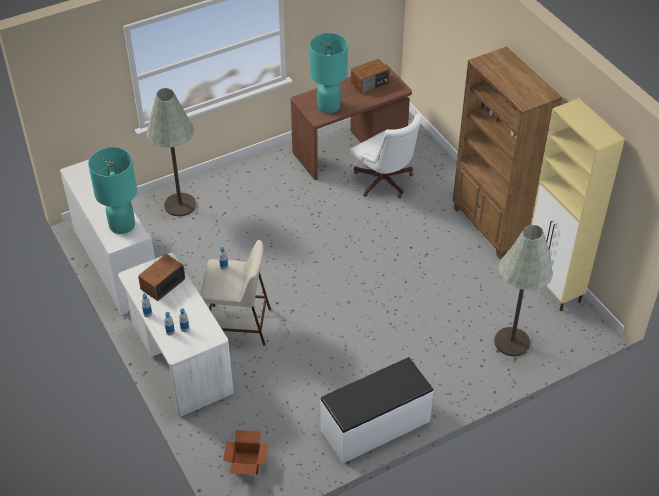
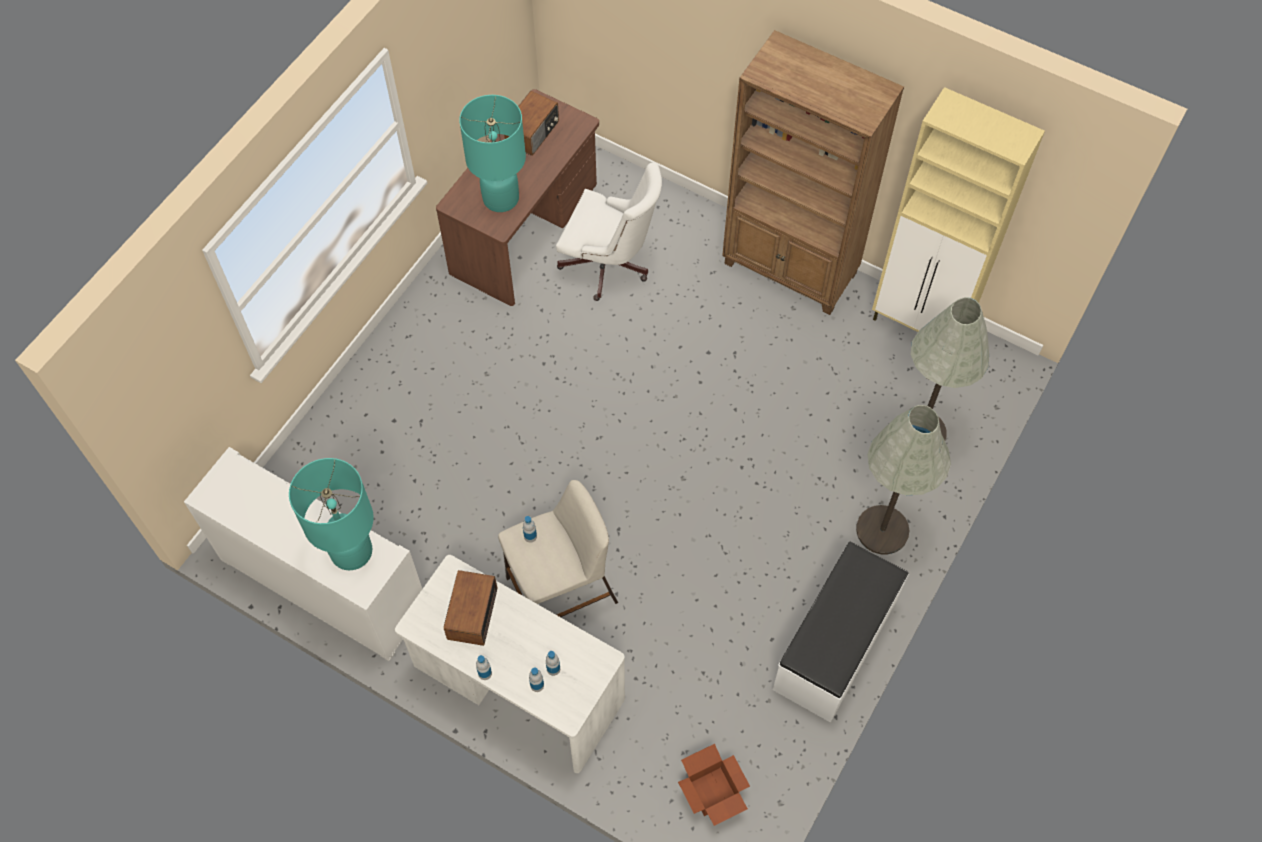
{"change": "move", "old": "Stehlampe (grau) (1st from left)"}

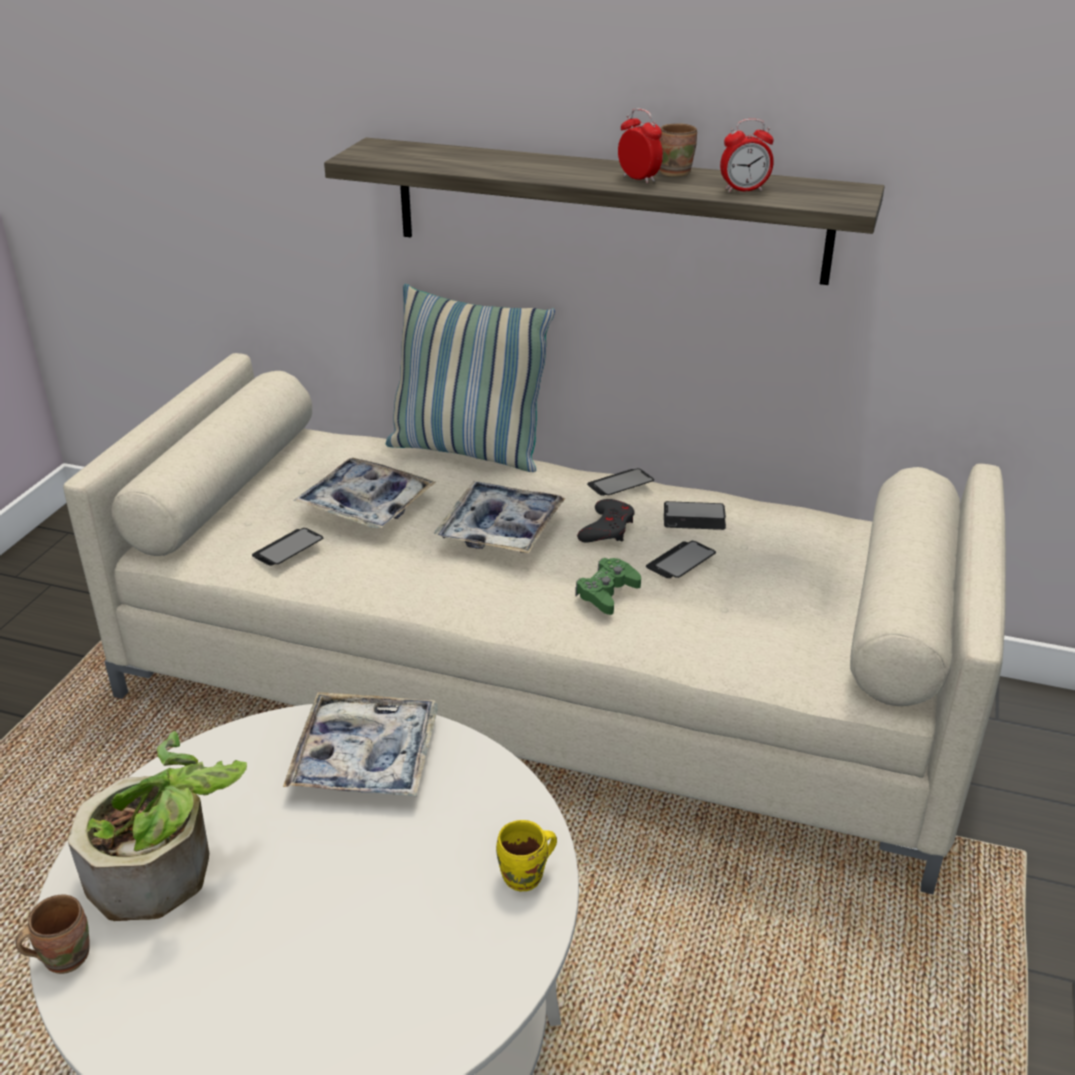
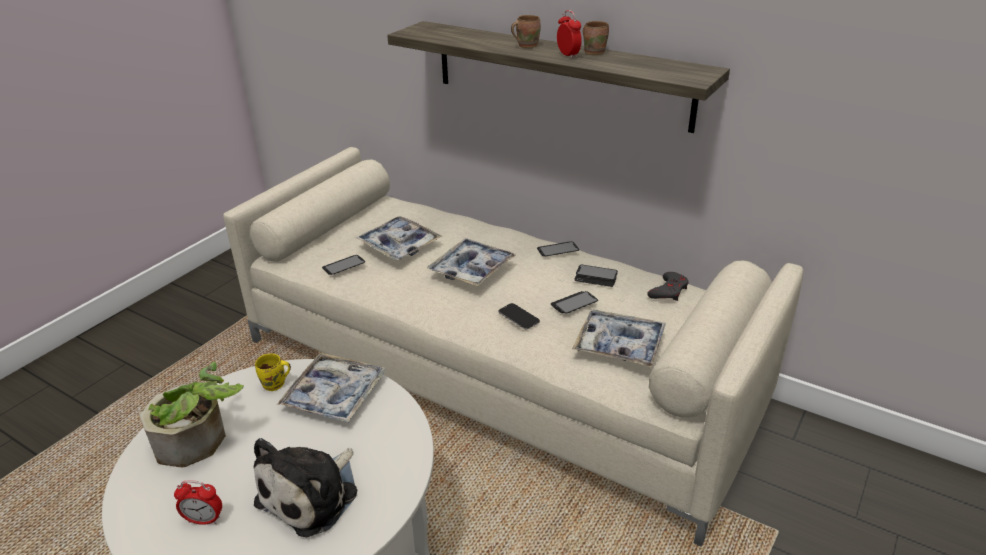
{"change": "move", "old": "Henkelbecher (braun) (1st from left)"}
{"change": "delete", "old": "Kissen"}
{"change": "move", "old": "Henkelbecher (gelb)"}
{"change": "replace", "old": "Gamepad (grün)", "new": "Handy (2nd from left)"}
{"change": "move", "old": "Gamepad (grau)"}
{"change": "move", "old": "Wecker (2nd from left in the first image)", "new": "Wecker (1st from left)"}
{"change": "insert", "new": "Plüschtier"}
{"change": "insert", "new": "Tablett (4th from left)"}

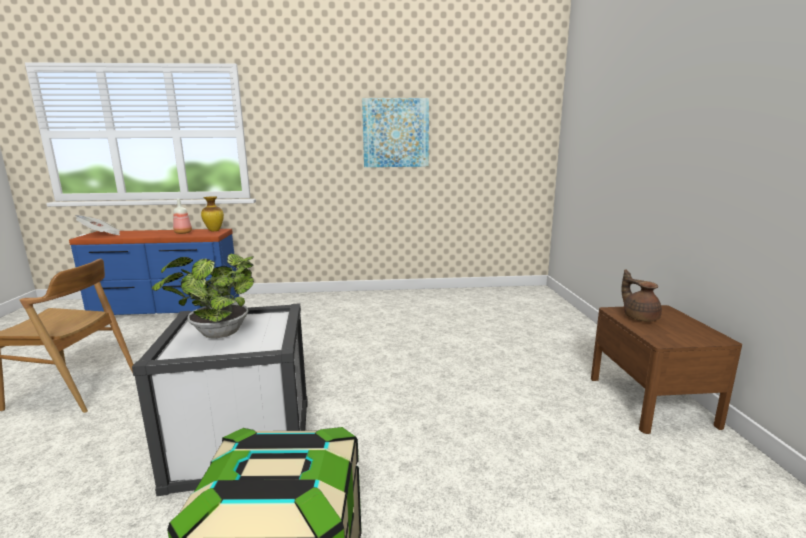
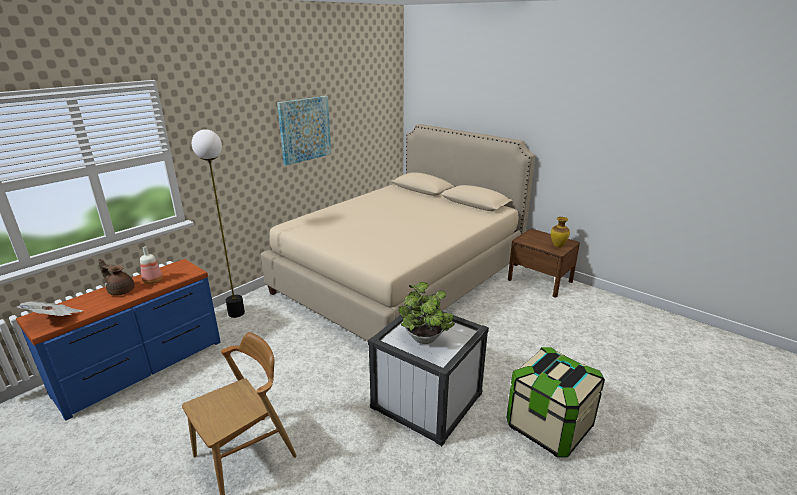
{"change": "move", "old": "Vase"}
{"change": "move", "old": "Teekanne (braun)"}
{"change": "insert", "new": "Stehlampe"}
{"change": "insert", "new": "Bett (beige)"}

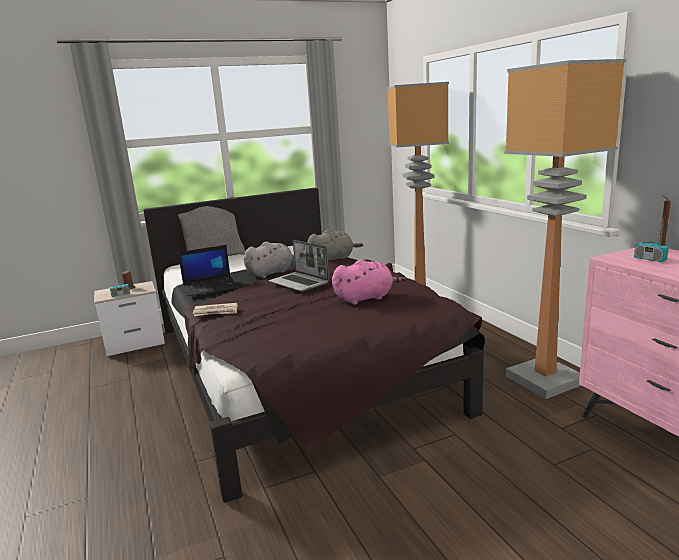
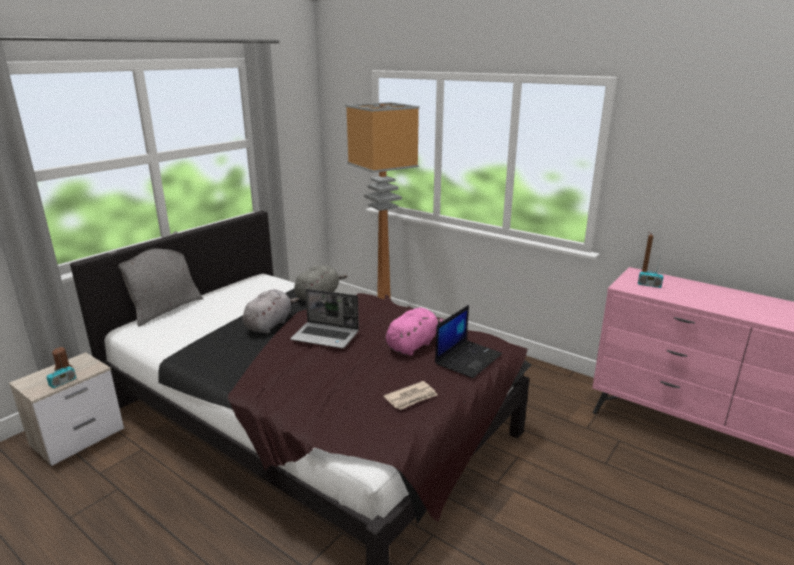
{"change": "move", "old": "Laptop (1st from left in the first image)", "new": "Laptop (2nd from left)"}
{"change": "move", "old": "Zeitung"}
{"change": "delete", "old": "Stehlampe (2nd from left)"}

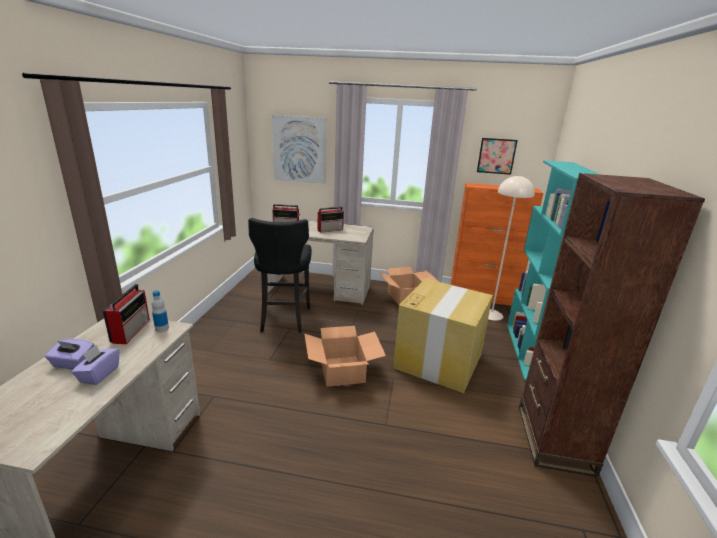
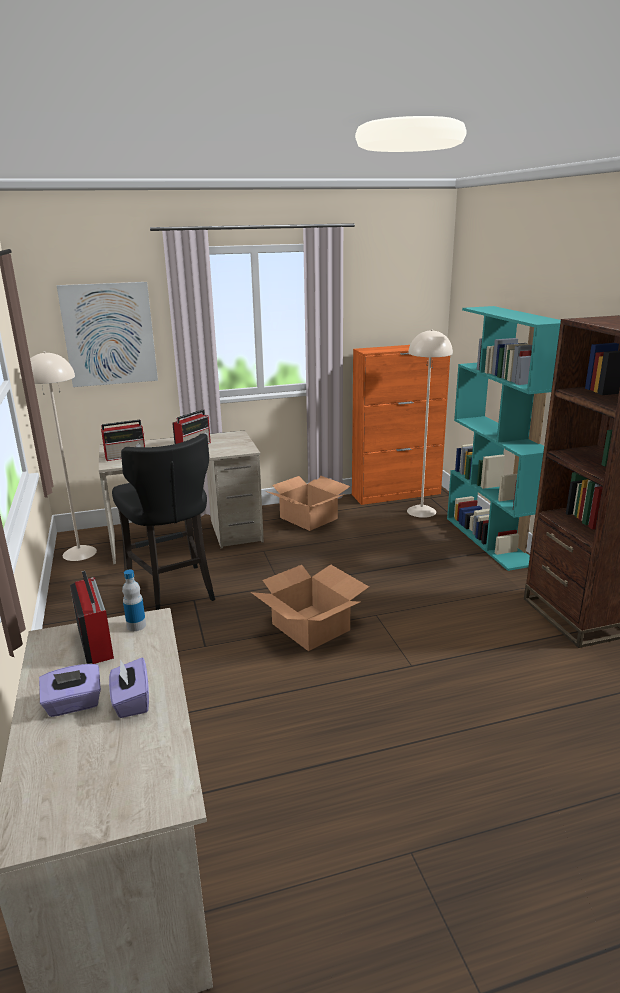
{"change": "delete", "old": "Karton (3rd from left)"}
{"change": "delete", "old": "Bild (2nd from left)"}
{"change": "insert", "new": "Stehlampe (beige) (1st from left)"}

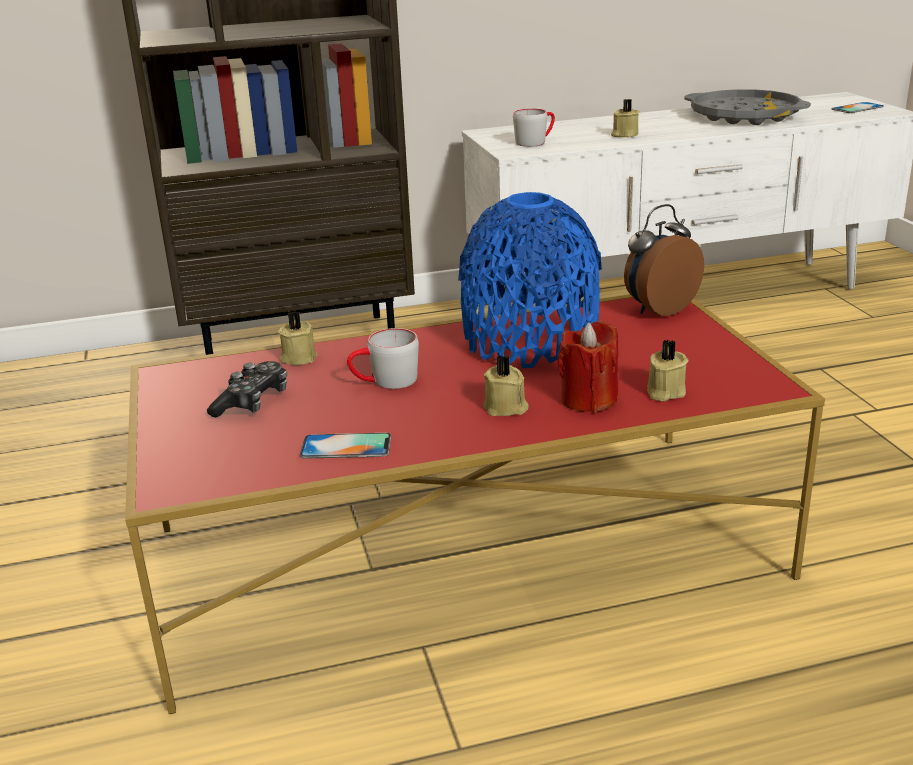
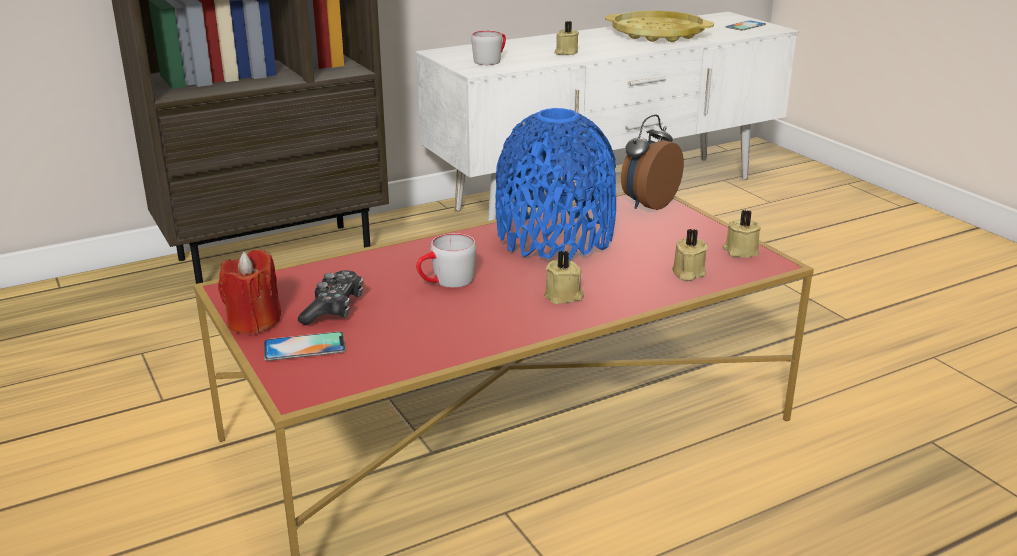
{"change": "move", "old": "Kerze (beige) (1st from left in the first image)", "new": "Kerze (beige) (4th from left)"}
{"change": "move", "old": "Handy (1st from left)"}
{"change": "move", "old": "Kerze (rot)"}
{"change": "recolor", "old": "Tablett (grau)", "new": "Tablett (gelb)"}

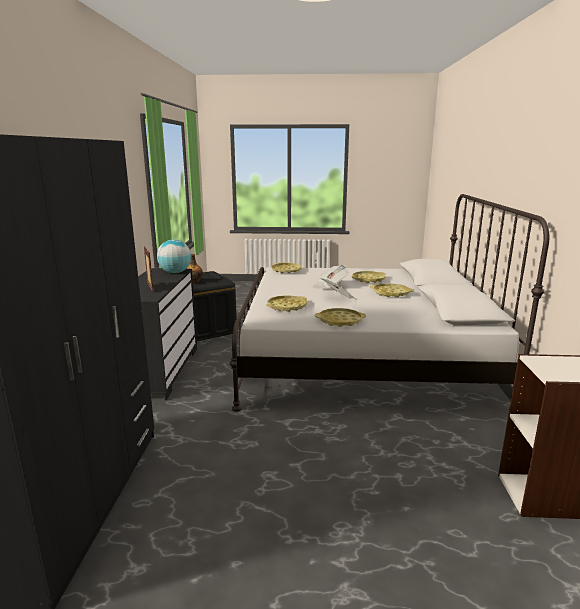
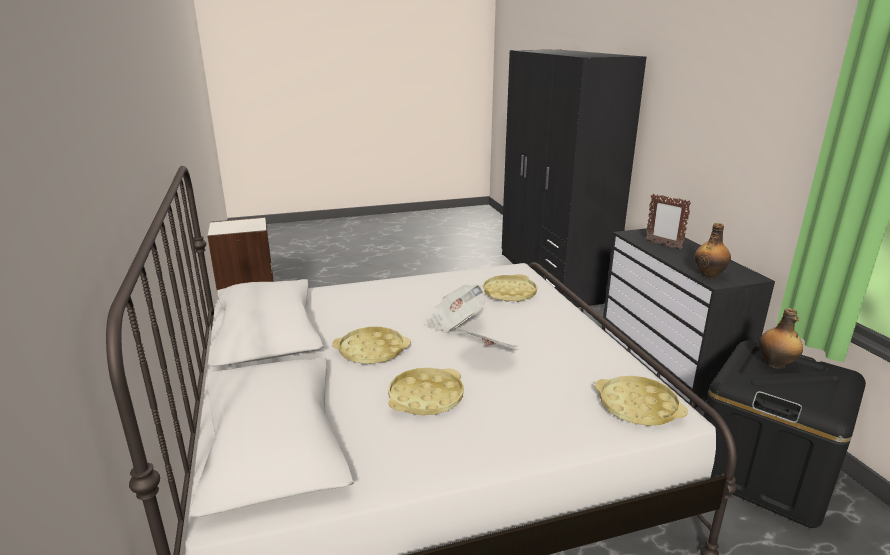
{"change": "replace", "old": "Globus", "new": "Flasche (1st from left)"}
{"change": "delete", "old": "Tablett (gelb) (3rd from left)"}

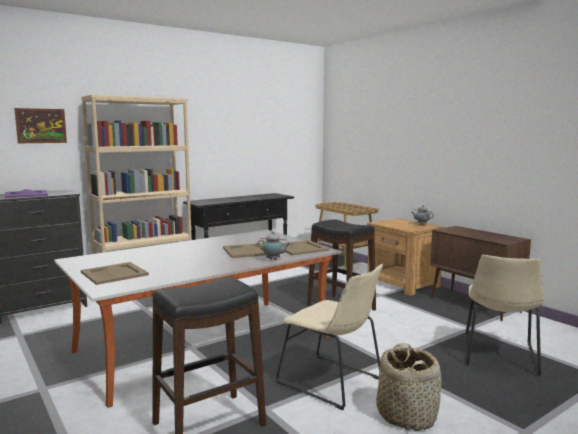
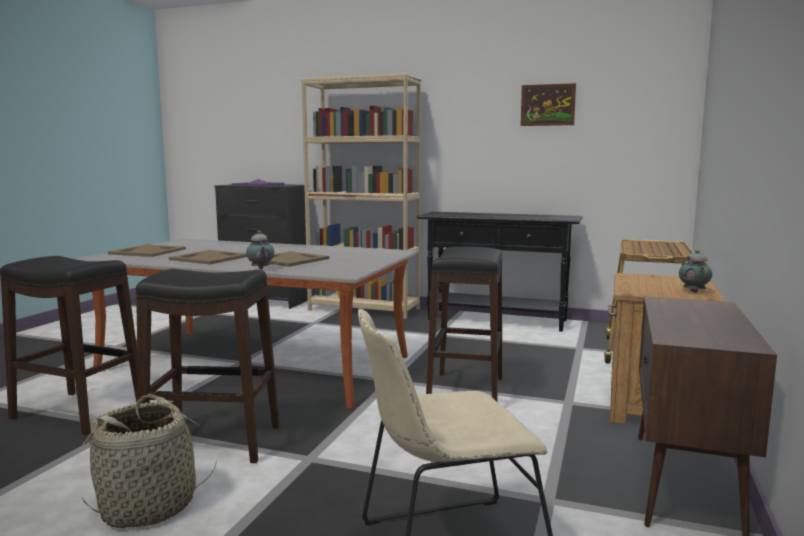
{"change": "move", "old": "Bild"}
{"change": "replace", "old": "Stuhl (beige) (1st from left)", "new": "Hocker (schwarz) (2nd from left)"}
{"change": "move", "old": "Tablett (beige) (3rd from left in the first image)", "new": "Tablett (beige) (2nd from left)"}

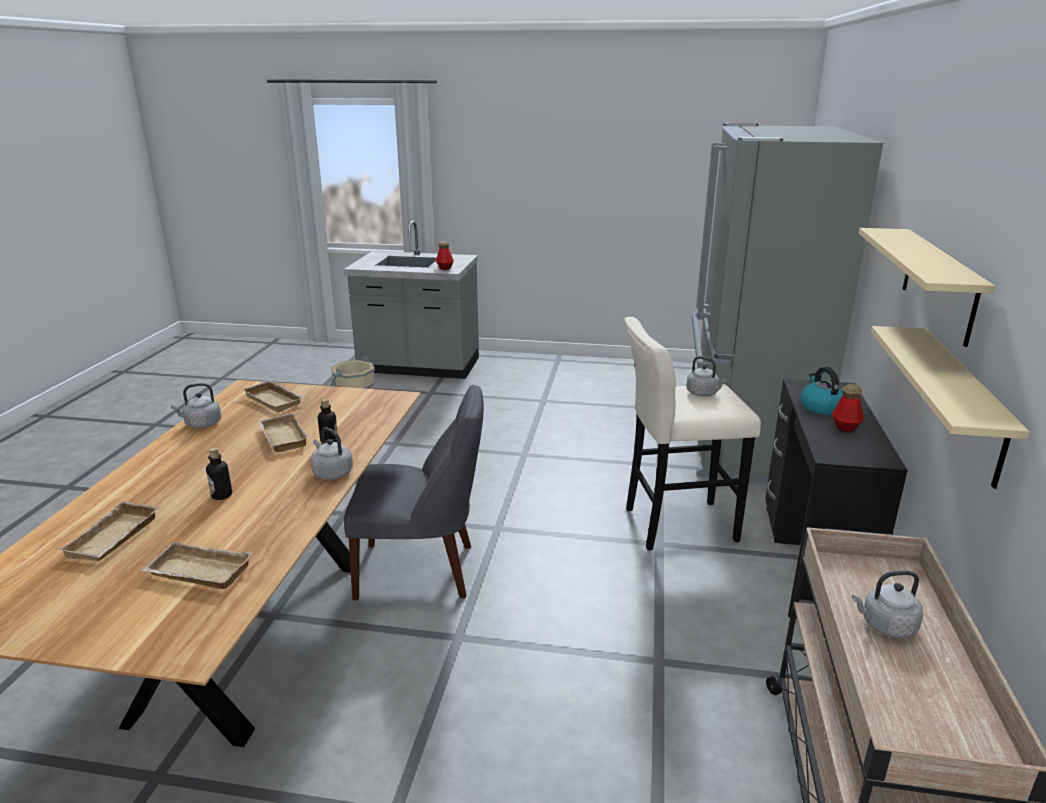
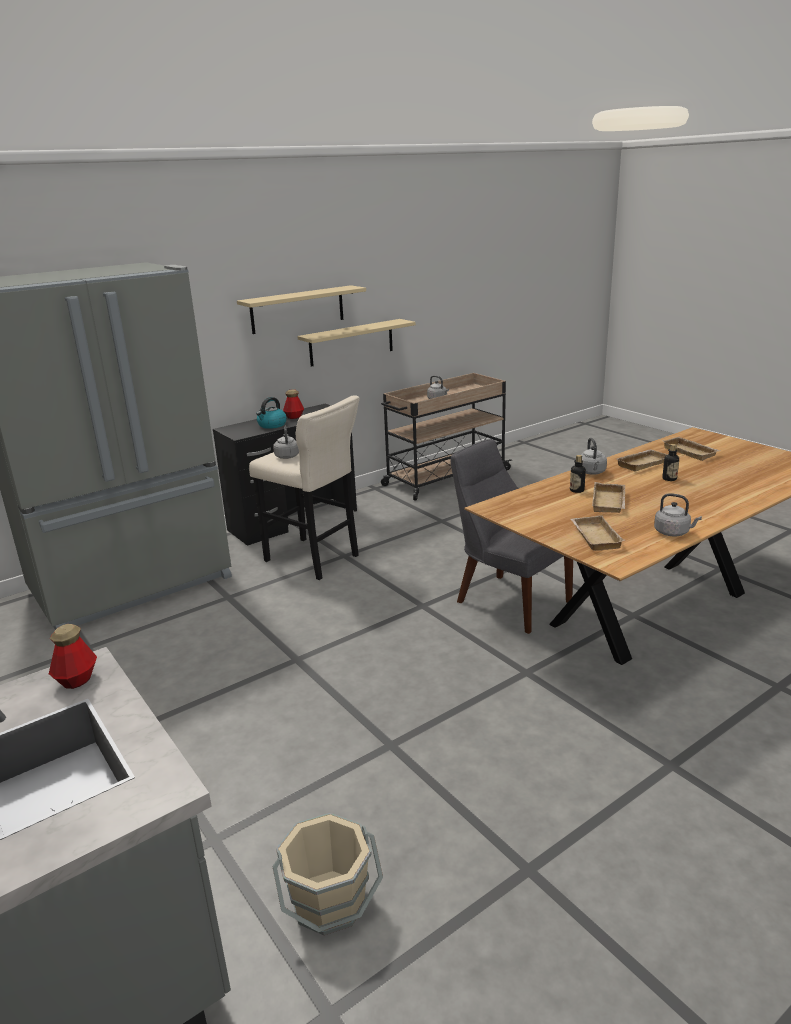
{"change": "move", "old": "Tablett (beige) (1st from left in the first image)", "new": "Tablett (beige) (3rd from left)"}

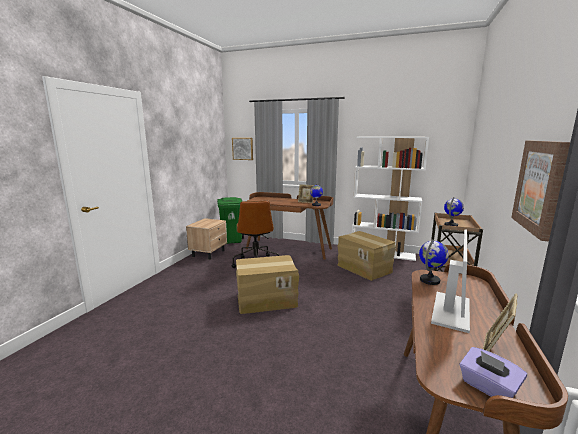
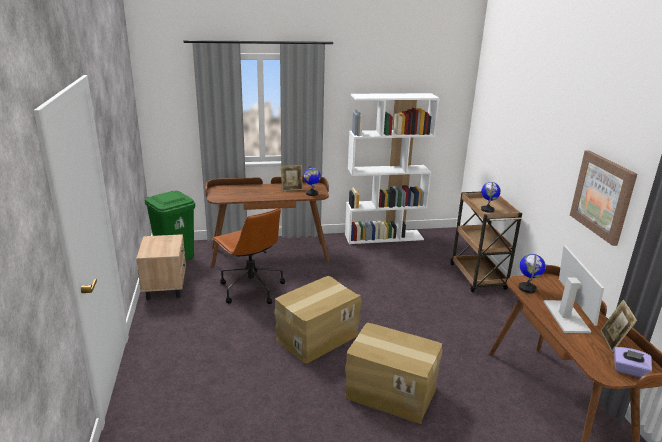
{"change": "delete", "old": "Bild (1st from left)"}
{"change": "move", "old": "Karton (2nd from left)"}

